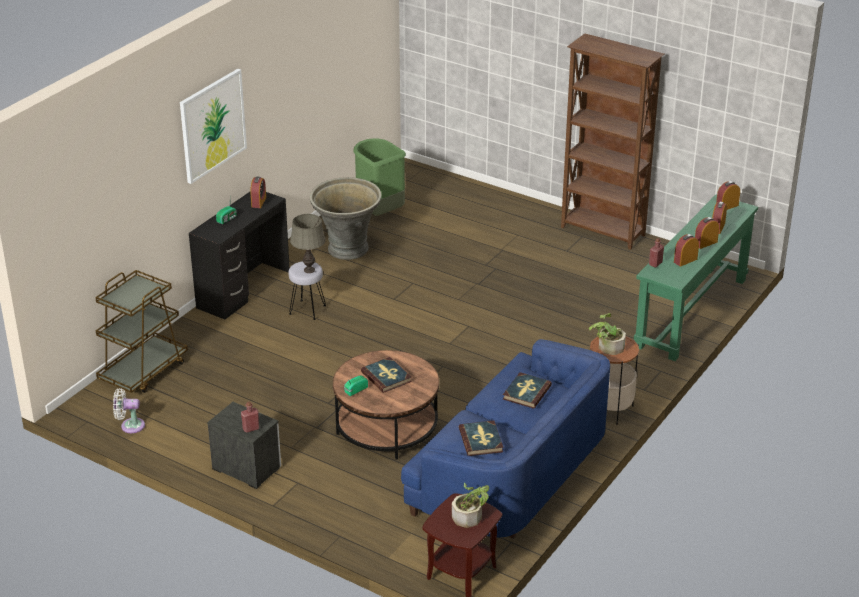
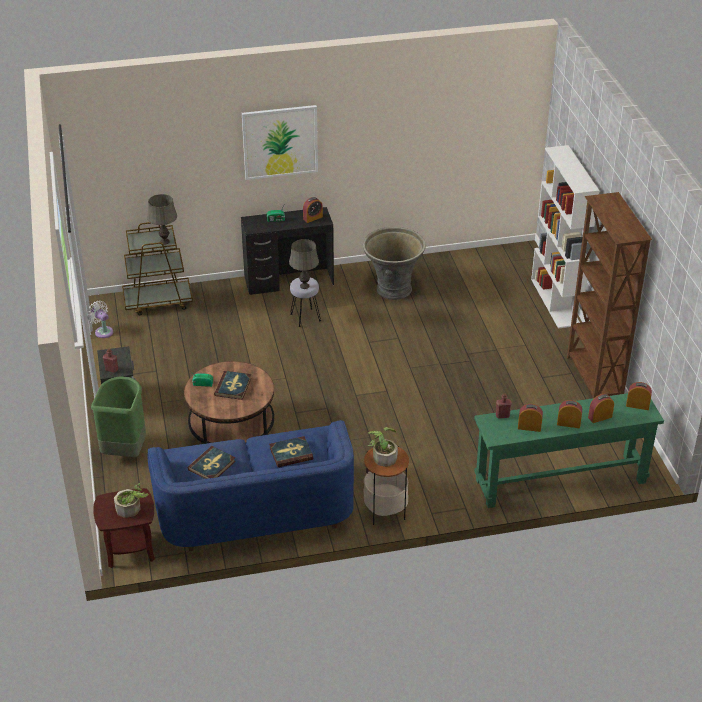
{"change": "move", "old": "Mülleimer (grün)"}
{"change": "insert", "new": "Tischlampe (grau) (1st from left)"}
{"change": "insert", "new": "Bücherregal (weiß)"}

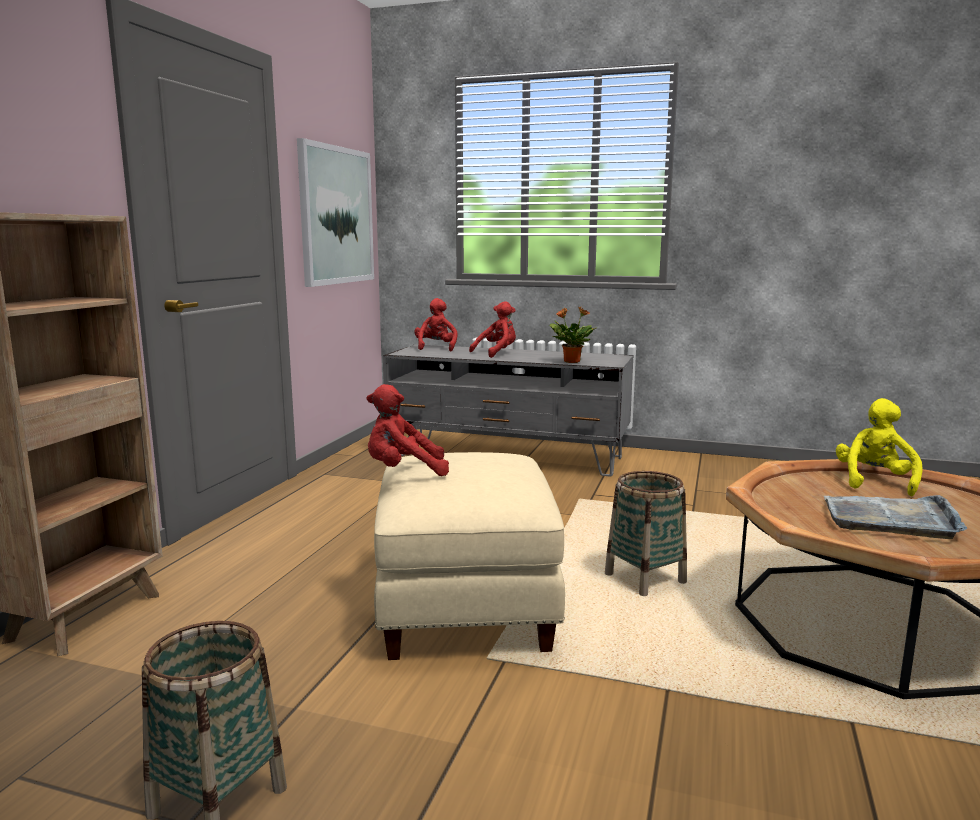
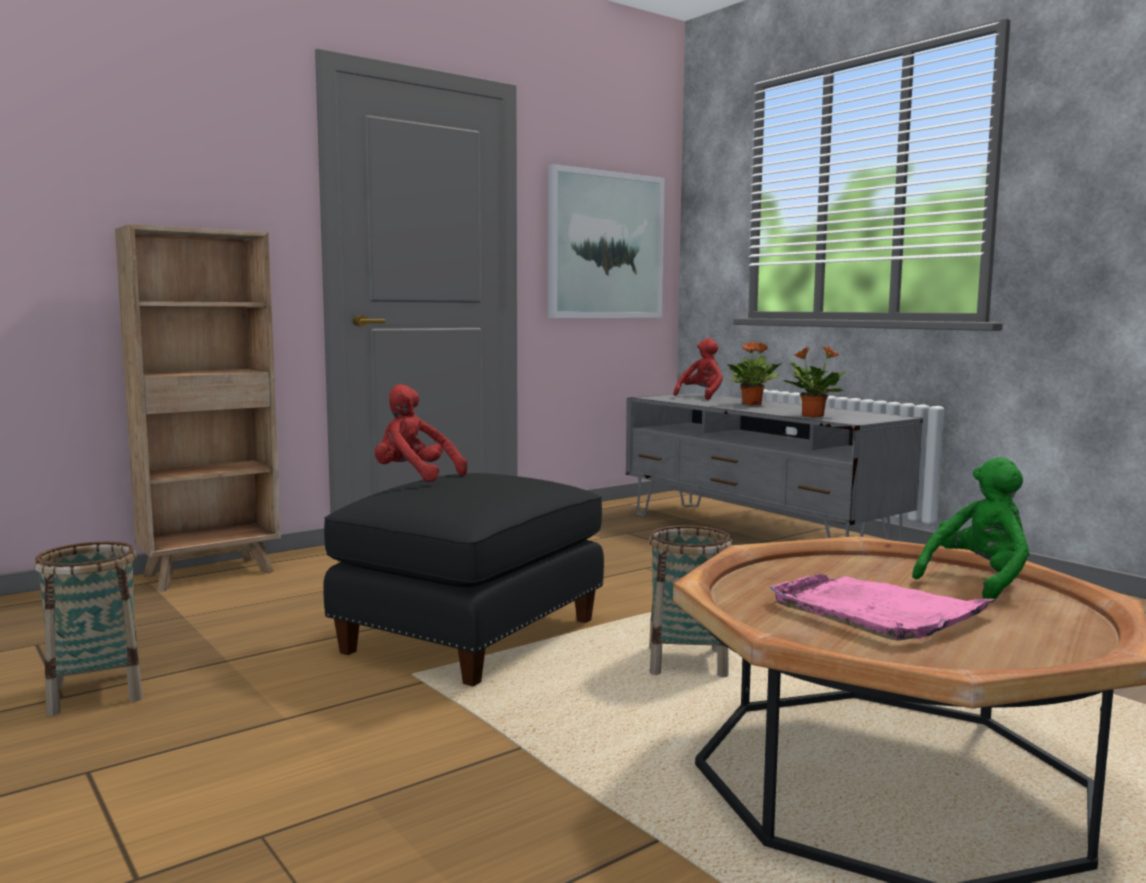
{"change": "recolor", "old": "Polsterhocker (beige)", "new": "Polsterhocker (schwarz)"}
{"change": "replace", "old": "Plüschtier (rot) (3rd from left)", "new": "Topfpflanze (1st from left)"}
{"change": "recolor", "old": "Tablett (grau)", "new": "Tablett (rosa)"}
{"change": "recolor", "old": "Plüschtier (gelb)", "new": "Plüschtier (grün)"}

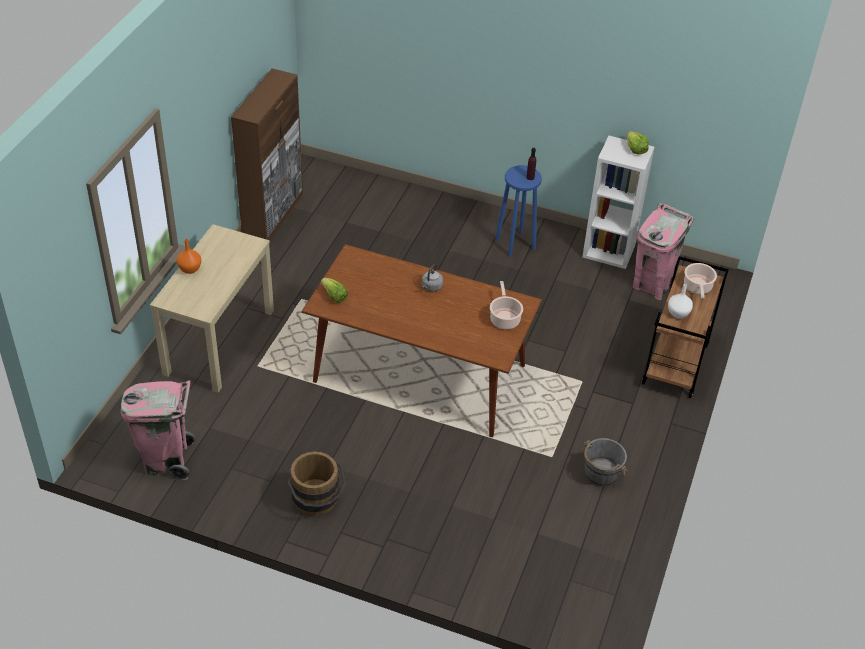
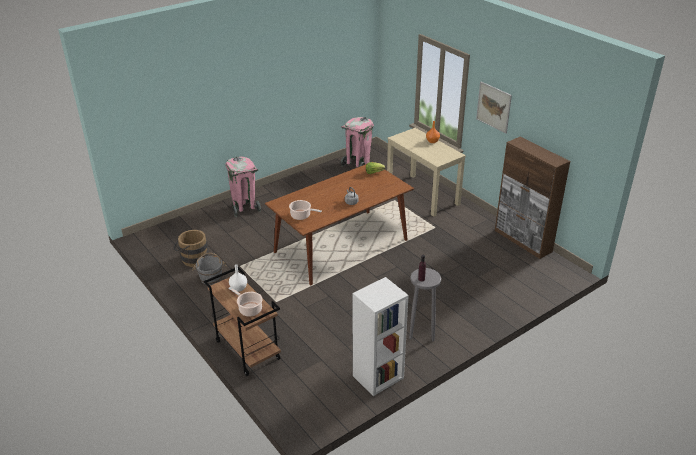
{"change": "move", "old": "Eimer (braun)"}
{"change": "recolor", "old": "Hocker (blau)", "new": "Hocker (grau)"}
{"change": "delete", "old": "Salatkopf (2nd from left)"}
{"change": "move", "old": "Mülleimer (rosa) (2nd from left in the first image)", "new": "Mülleimer (rosa) (1st from left)"}
{"change": "insert", "new": "Bild"}

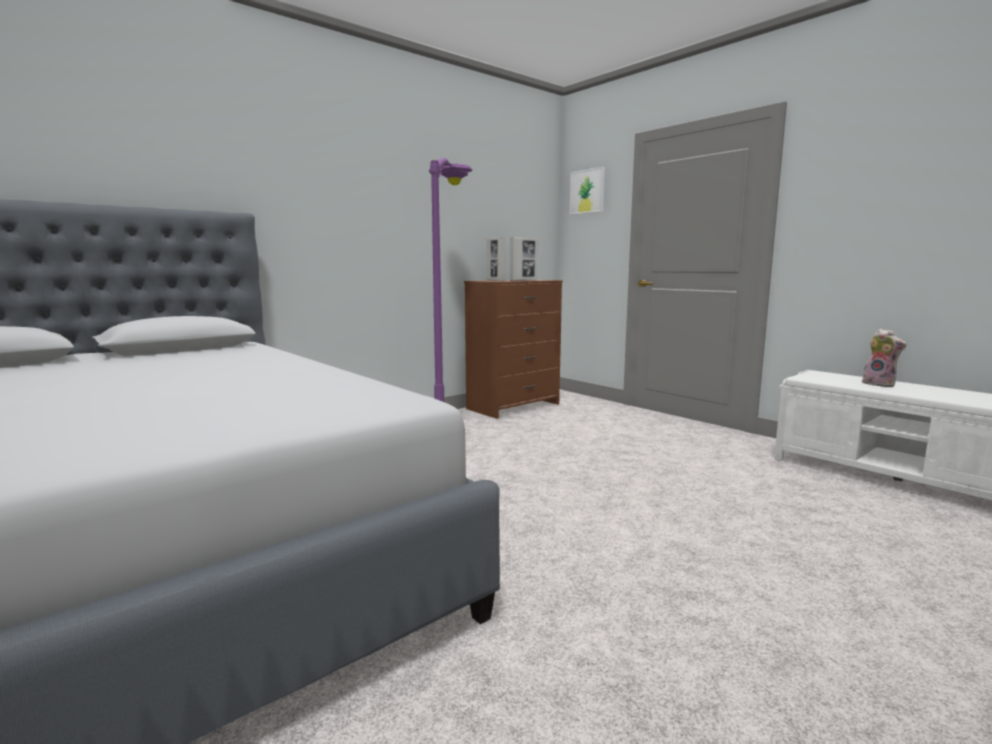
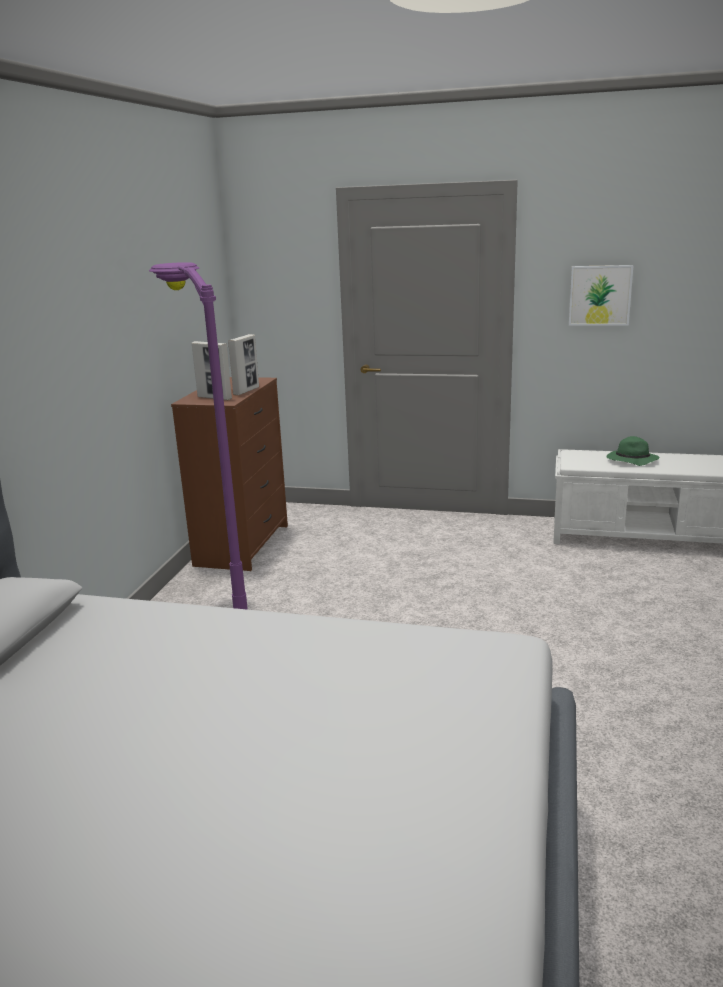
{"change": "move", "old": "Bild"}
{"change": "replace", "old": "Plüschtier", "new": "Hut (grün)"}

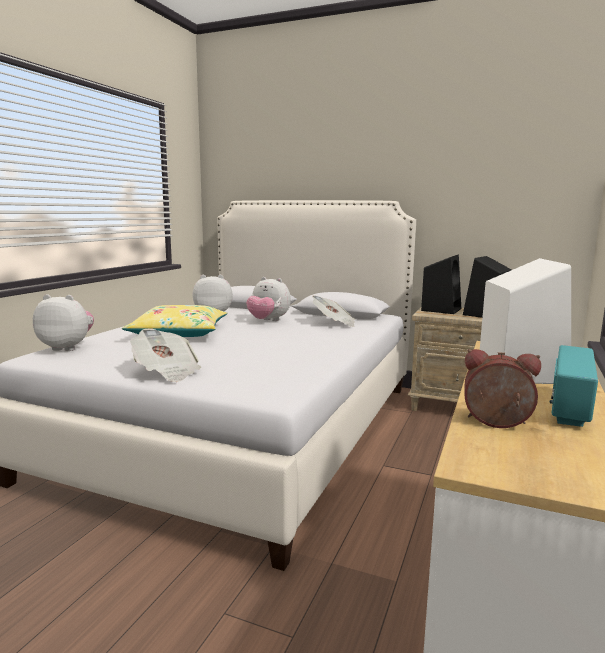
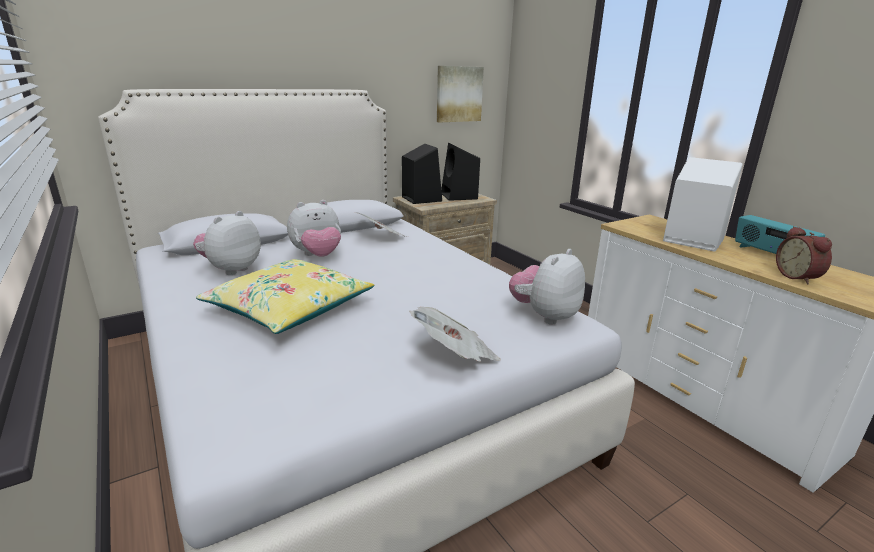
{"change": "move", "old": "Plüschtier (1st from left in the first image)", "new": "Plüschtier (3rd from left)"}
{"change": "rotate", "old": "Wecker", "degrees": -60}
{"change": "insert", "new": "Bild"}

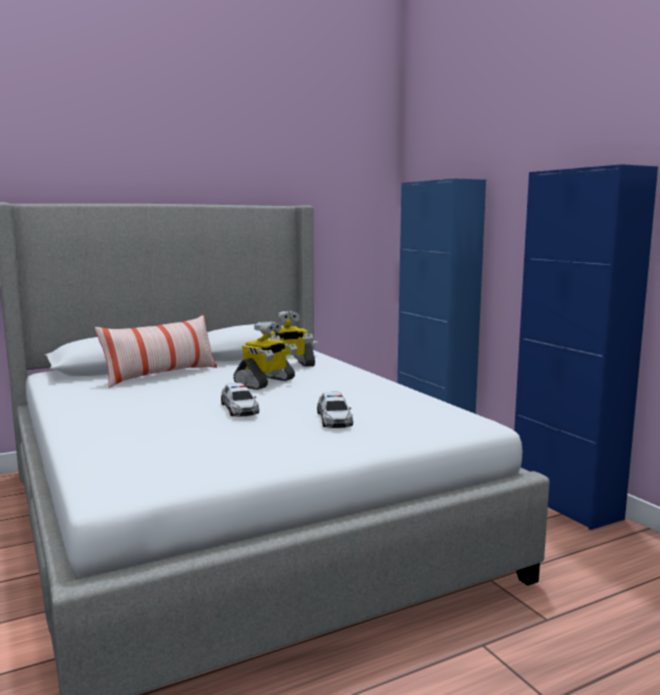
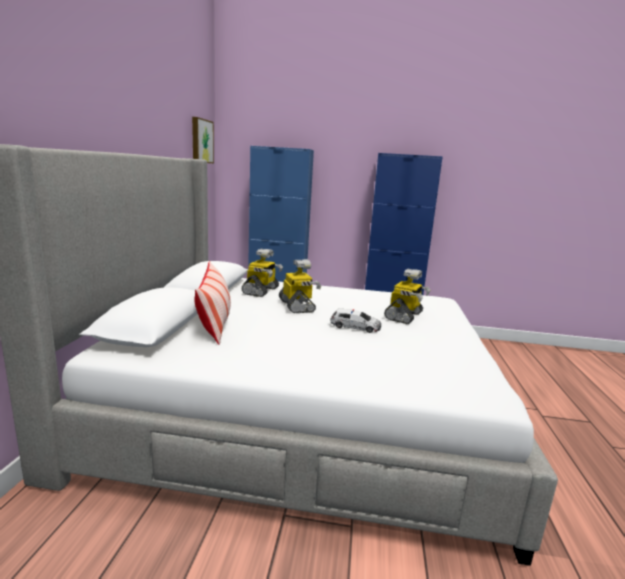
{"change": "replace", "old": "Spielzeugauto (2nd from left)", "new": "Spielzeugroboter (3rd from left)"}
{"change": "insert", "new": "Bild"}

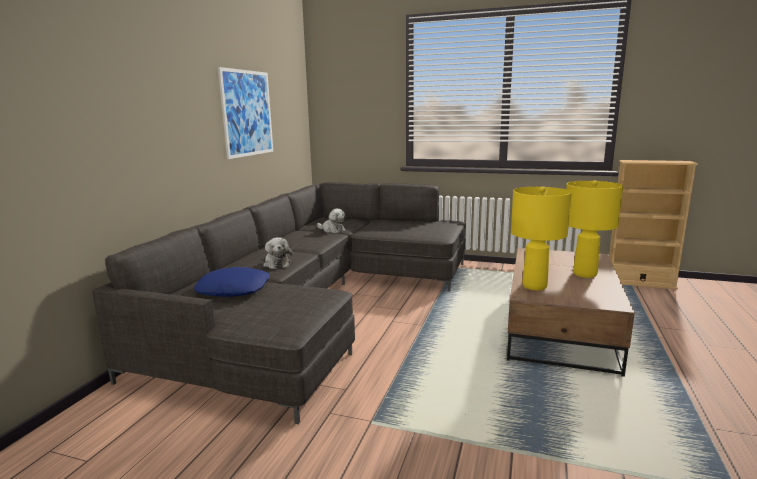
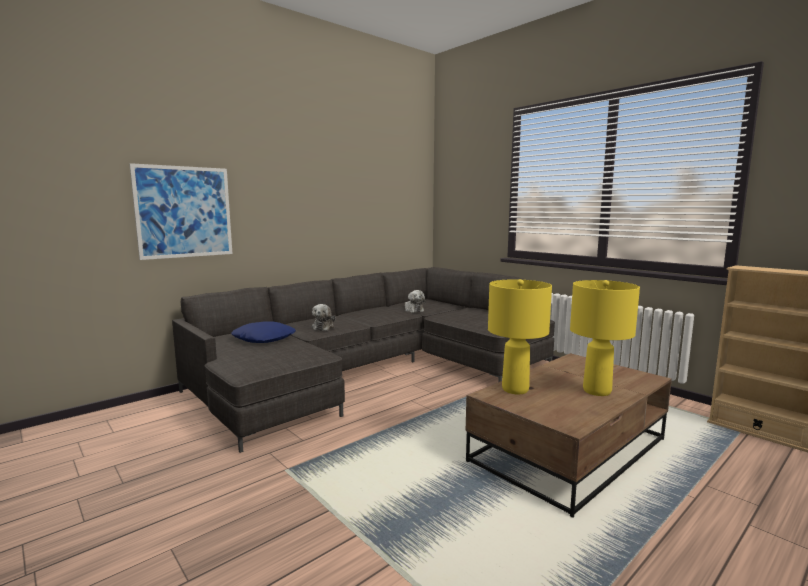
{"change": "move", "old": "Bild"}

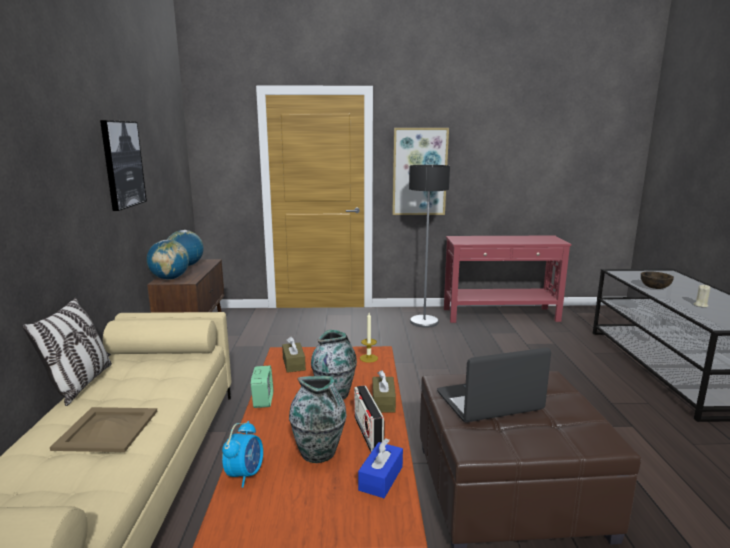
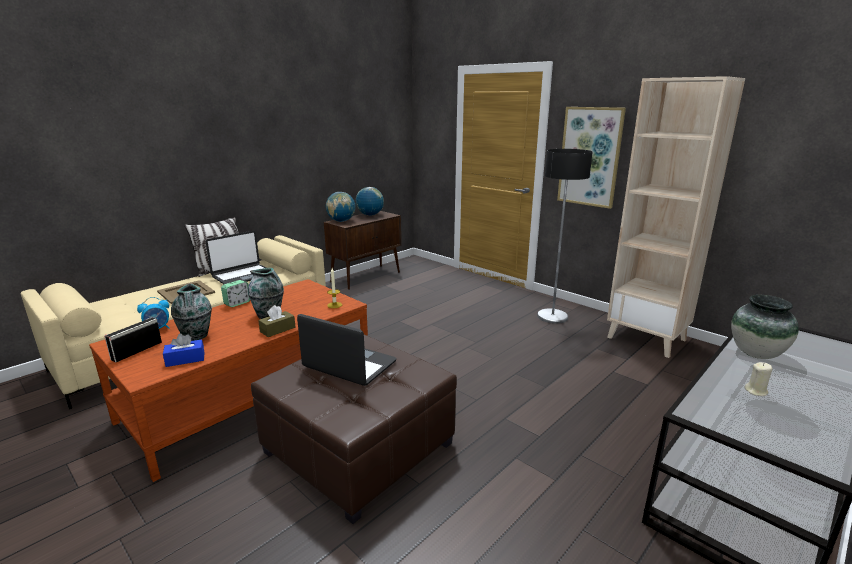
{"change": "delete", "old": "Bild (1st from left)"}
{"change": "delete", "old": "Taschentuchbox (braun) (1st from left)"}
{"change": "move", "old": "Radio"}
{"change": "replace", "old": "Konsolentisch (rot)", "new": "Bücherregal (beige)"}
{"change": "replace", "old": "Schüssel (braun)", "new": "Vase (3rd from left)"}
{"change": "insert", "new": "Laptop (1st from left)"}

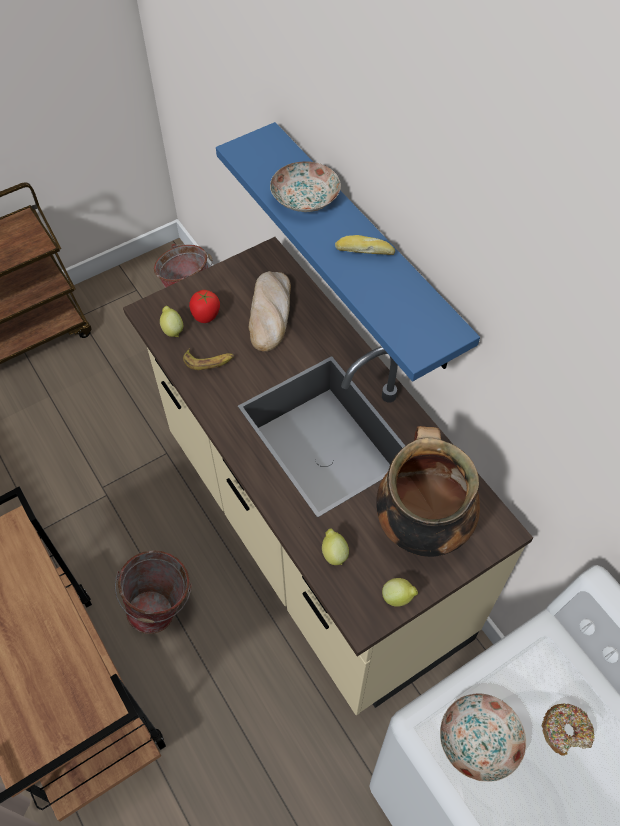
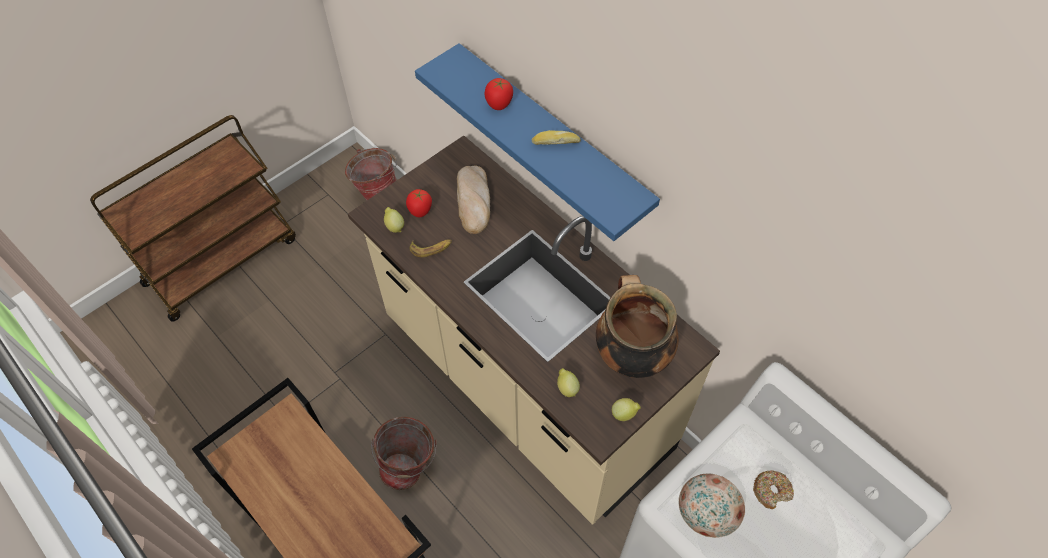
{"change": "replace", "old": "Teller (1st from left)", "new": "Tomate (2nd from left)"}

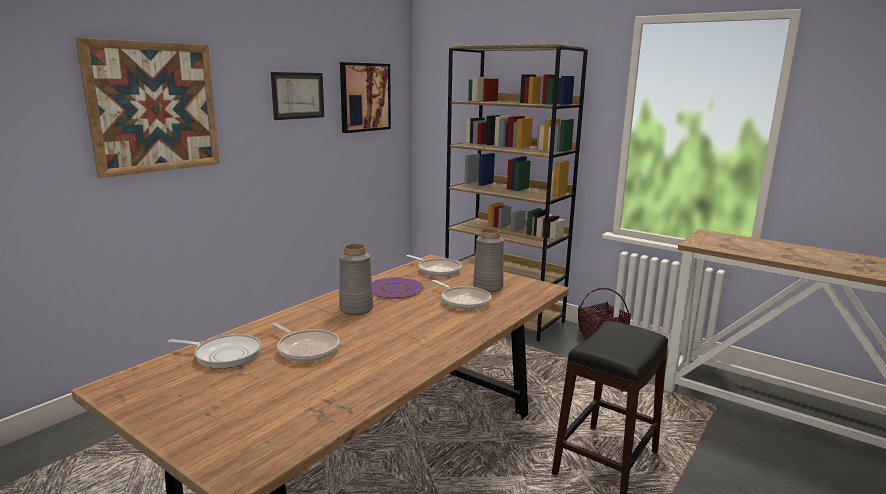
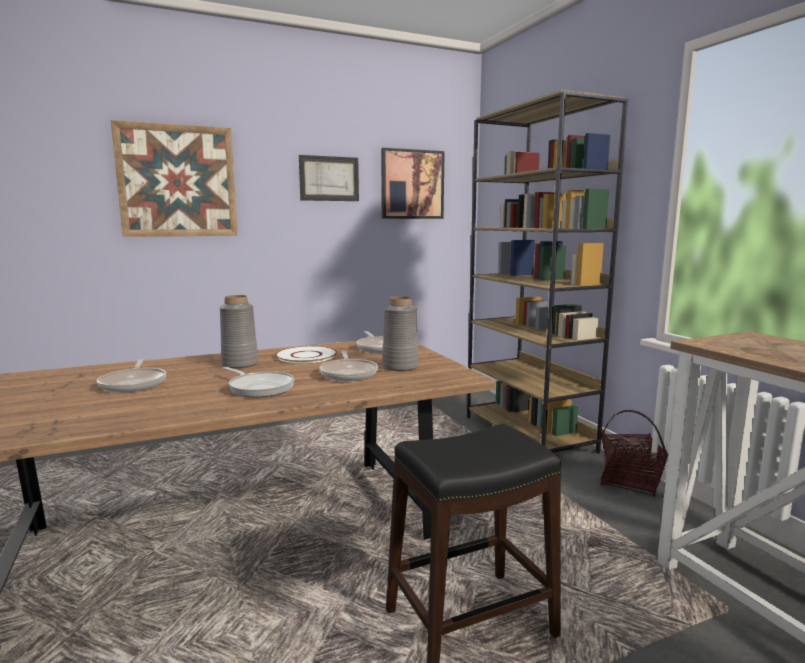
{"change": "move", "old": "Pfanne (1st from left in the first image)", "new": "Pfanne (2nd from left)"}
{"change": "recolor", "old": "Teller (lila)", "new": "Teller (weiß)"}

